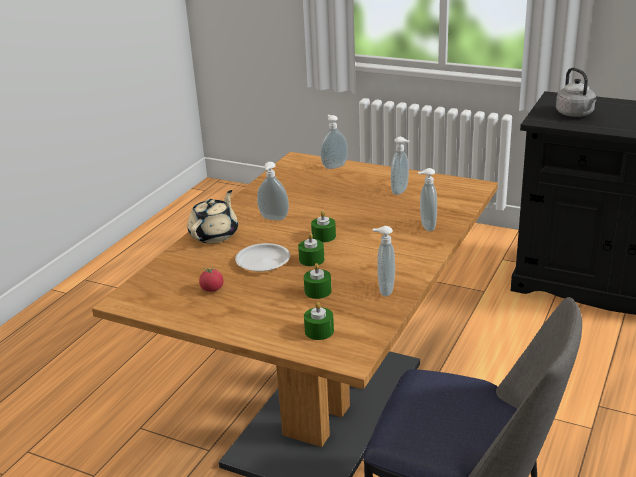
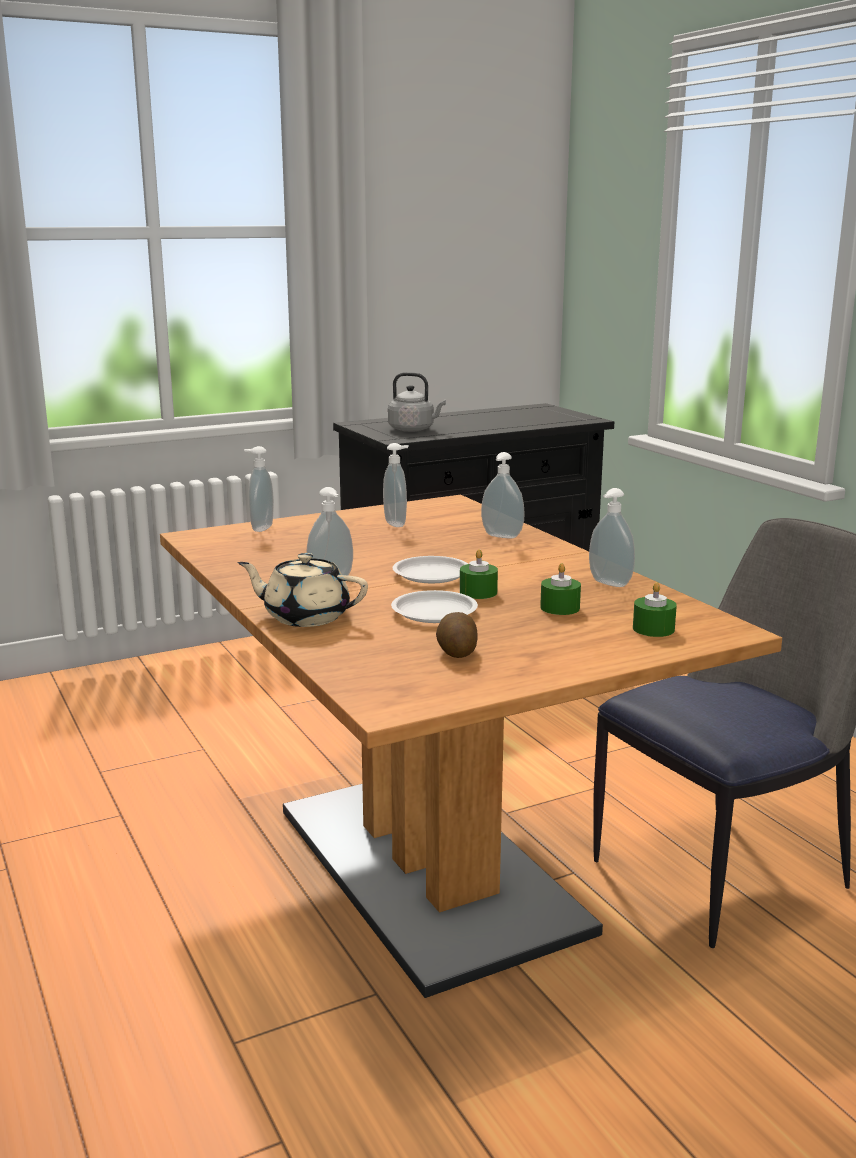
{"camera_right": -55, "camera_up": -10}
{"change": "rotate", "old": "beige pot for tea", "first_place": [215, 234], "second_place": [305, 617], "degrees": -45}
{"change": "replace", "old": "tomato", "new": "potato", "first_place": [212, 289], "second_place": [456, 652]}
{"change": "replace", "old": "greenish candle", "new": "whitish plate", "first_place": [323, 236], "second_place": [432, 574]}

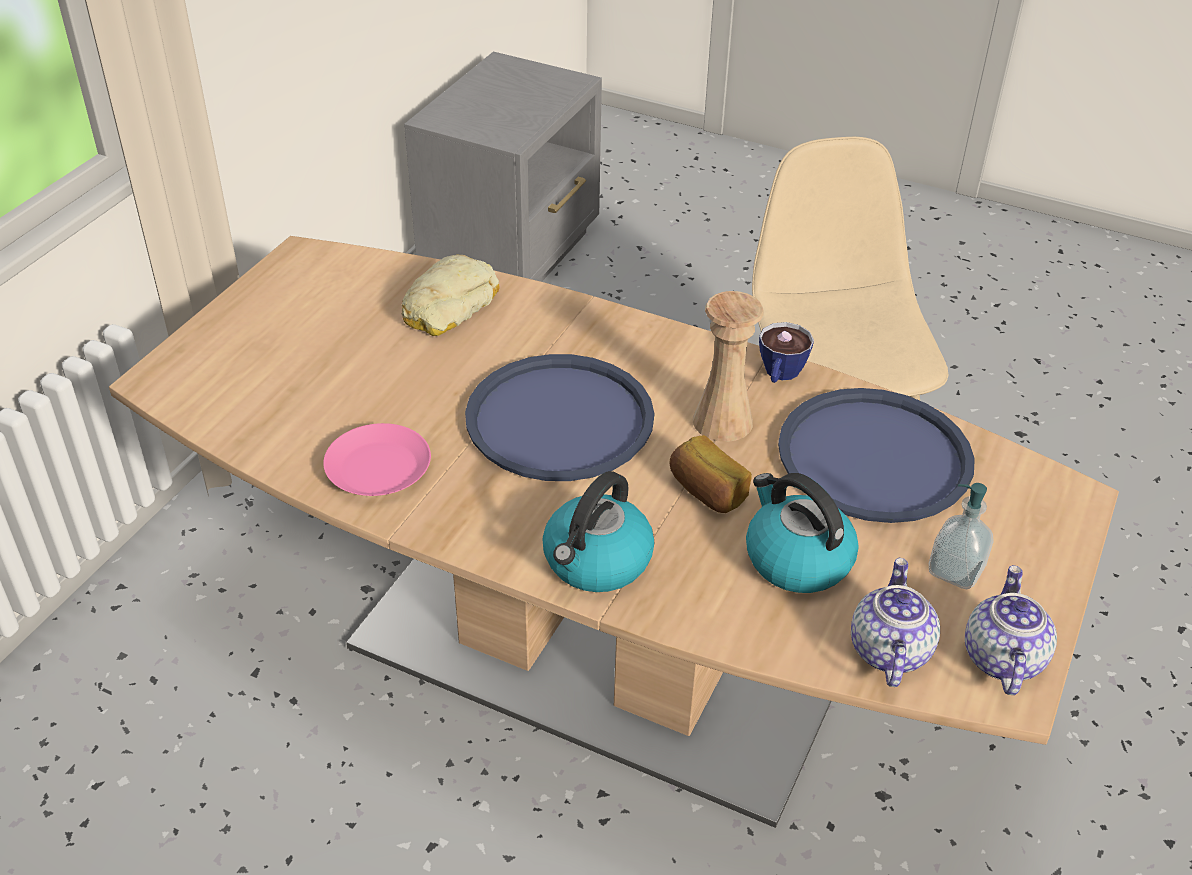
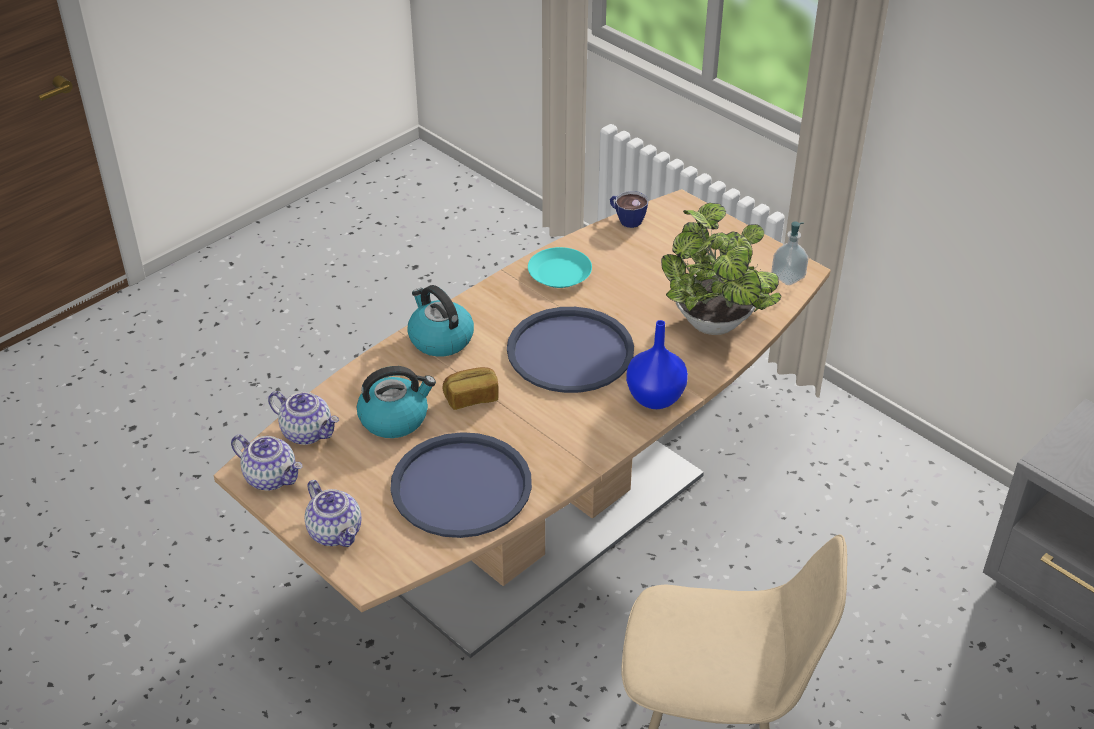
{"camera_right": 110, "camera_up": 0}
{"change": "recolor", "old": "pink-coloured plate", "new": "turquoise-coloured plate", "first_place": [377, 468], "second_place": [560, 273]}
{"change": "replace", "old": "bread", "new": "potted plant", "first_place": [448, 305], "second_place": [715, 326]}
{"change": "delete", "old": "beige vase", "first_place": [722, 421]}
{"change": "move", "old": "cup", "first_place": [780, 375], "second_place": [626, 219]}
{"change": "move", "old": "soap bottle", "first_place": [955, 571], "second_place": [788, 276]}
{"change": "insert", "new": "pot for tea", "second_place": [336, 532]}
{"change": "insert", "new": "blue-coloured vase", "second_place": [655, 397]}

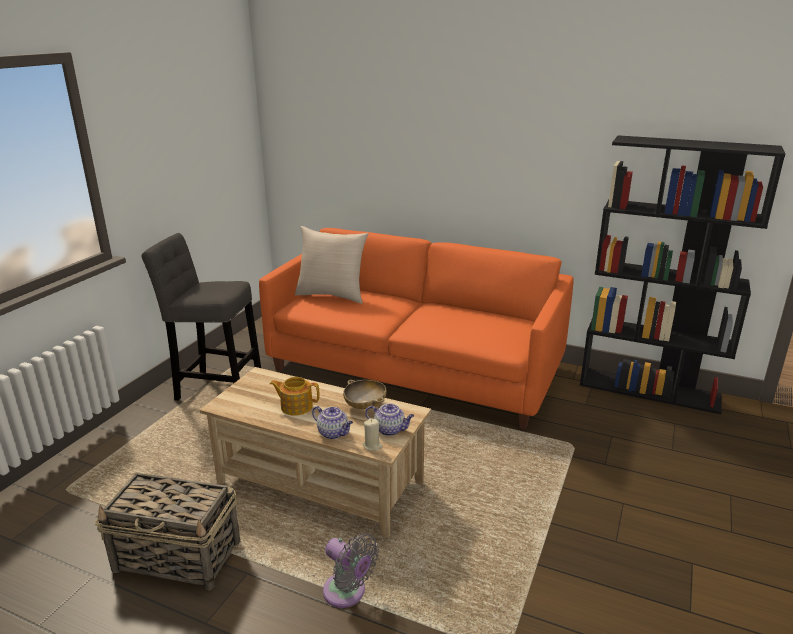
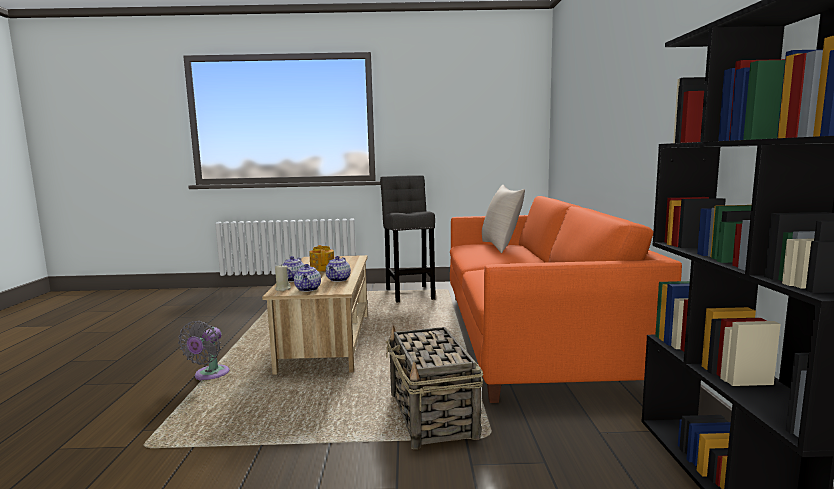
{"camera_right": 65, "camera_up": -15}
{"change": "move", "old": "household basket", "first_place": [178, 556], "second_place": [432, 416]}
{"change": "replace", "old": "beige serving bowl", "new": "pot for tea", "first_place": [365, 405], "second_place": [338, 280]}

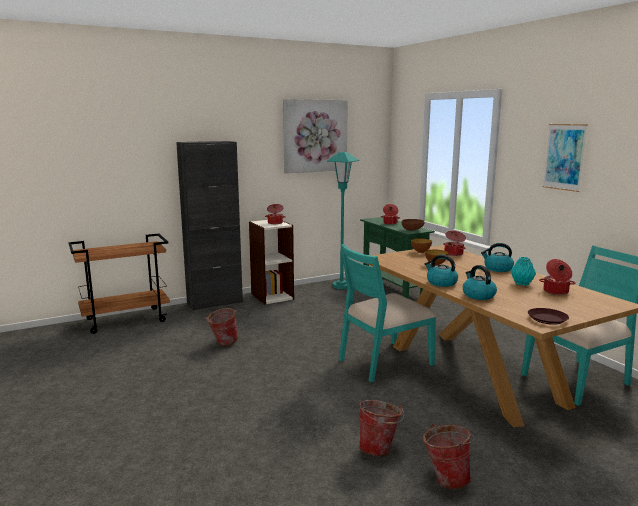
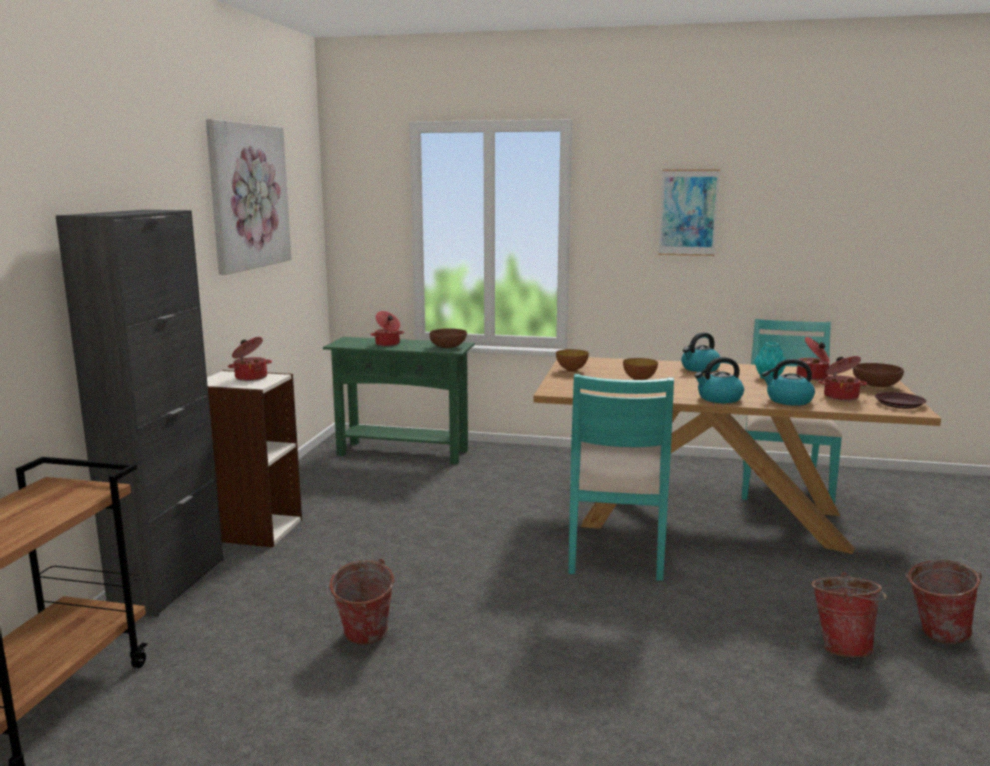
{"camera_right": -50, "camera_up": 0}
{"change": "delete", "old": "turquoise-coloured floor lamp", "first_place": [341, 286]}
{"change": "move", "old": "stockpot", "first_place": [454, 254], "second_place": [840, 396]}
{"change": "insert", "new": "brown serving bowl", "second_place": [876, 386]}

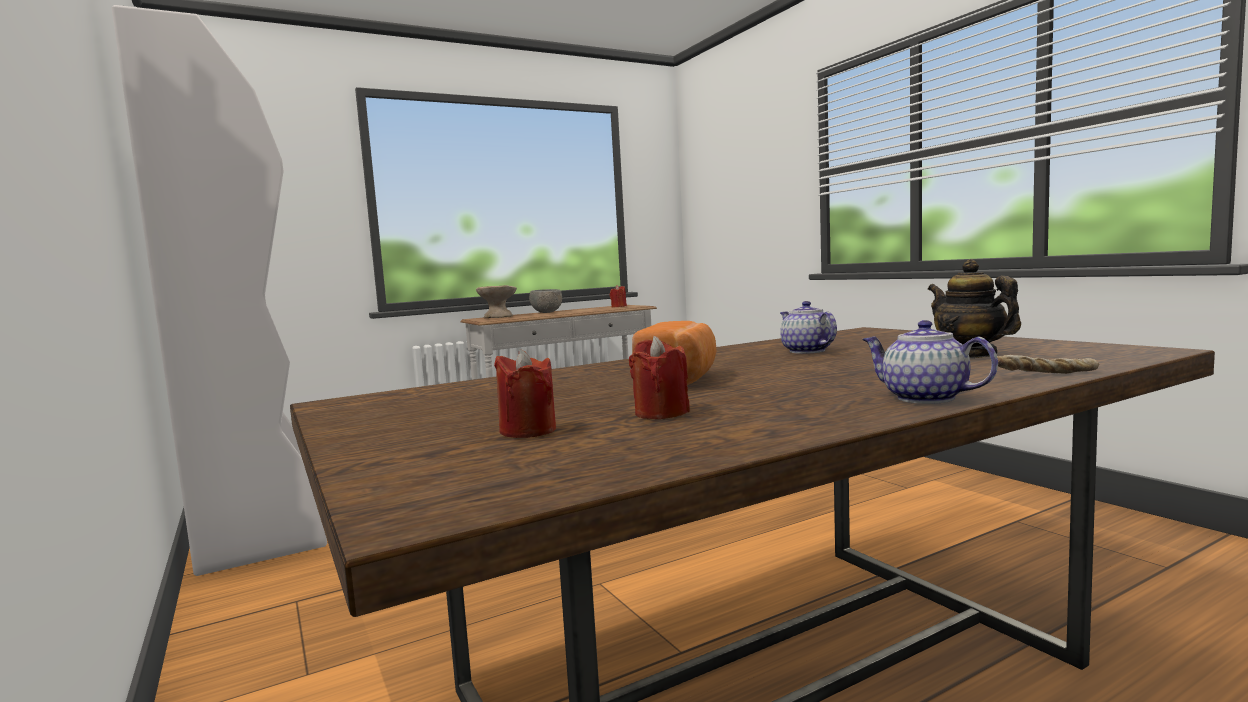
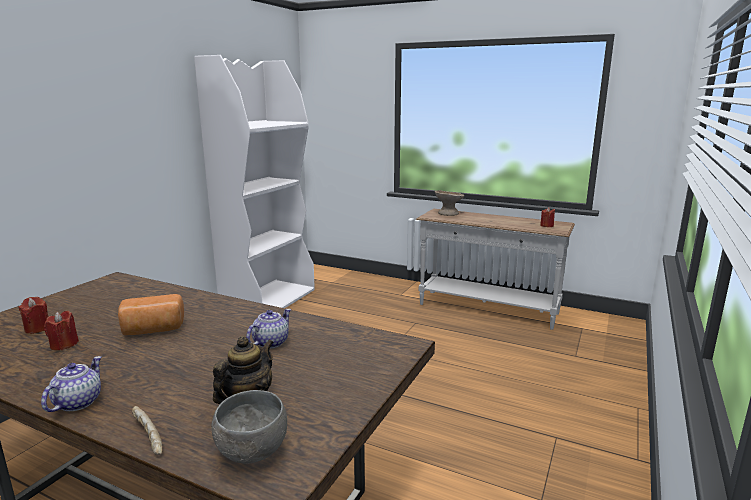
{"camera_right": 55, "camera_up": 10}
{"change": "move", "old": "greyish serving bowl", "first_place": [546, 312], "second_place": [251, 452]}

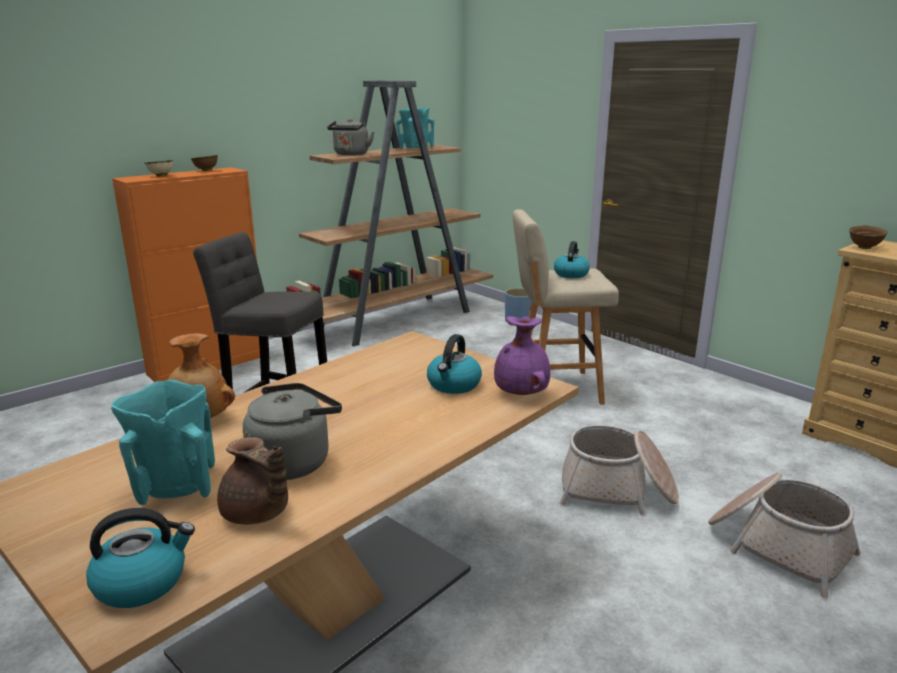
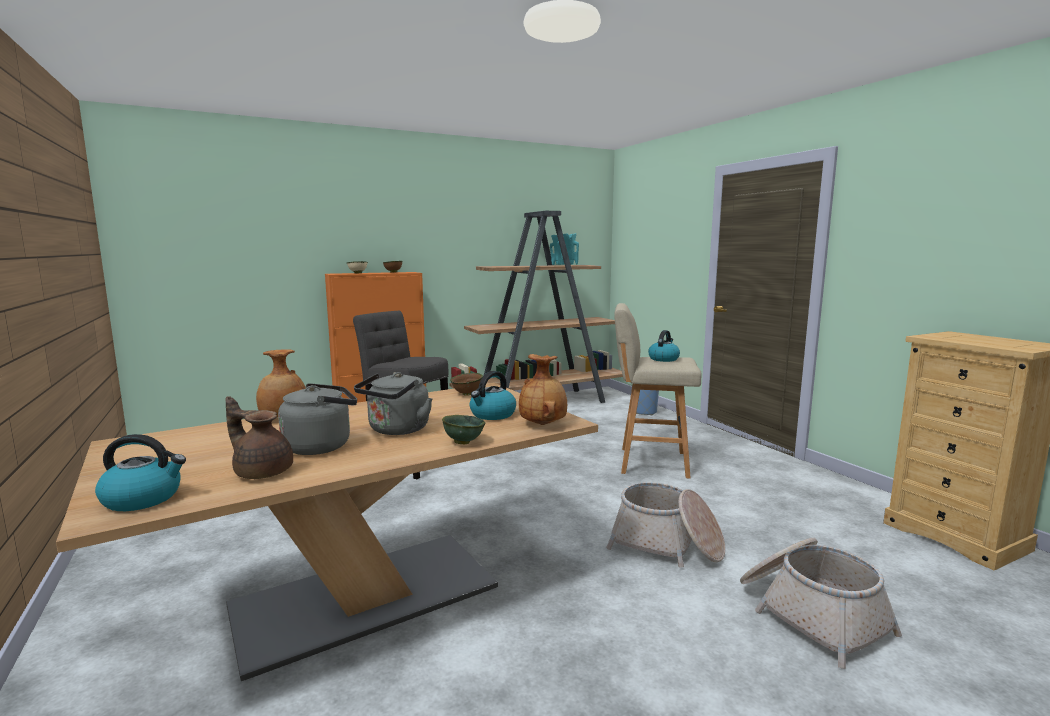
{"camera_right": 15, "camera_up": -10}
{"change": "delete", "old": "turquoise-coloured vase", "first_place": [176, 485]}
{"change": "rotate", "old": "brown pot for tea", "first_place": [257, 514], "second_place": [262, 472], "degrees": 150}
{"change": "move", "old": "greyish tea kettle", "first_place": [351, 154], "second_place": [397, 430]}
{"change": "recolor", "old": "purplish vase", "new": "brown vase", "first_place": [522, 393], "second_place": [543, 424]}
{"change": "move", "old": "brown serving bowl", "first_place": [865, 248], "second_place": [467, 394]}
{"change": "insert", "new": "greenish serving bowl", "second_place": [463, 442]}

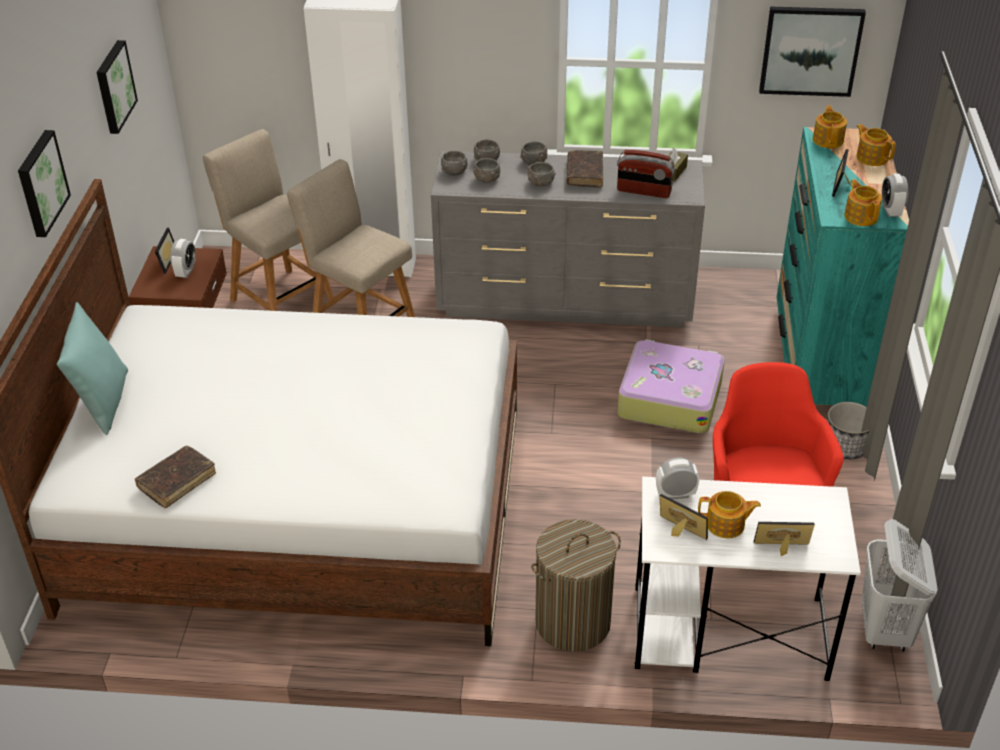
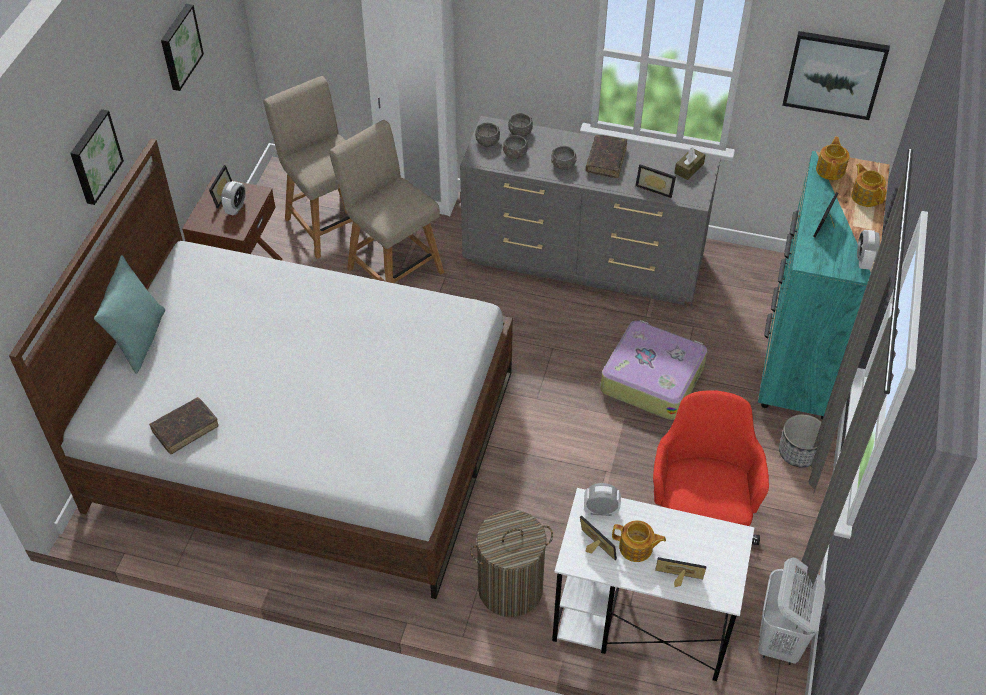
{"camera_right": 10, "camera_up": 10}
{"change": "delete", "old": "greyish serving bowl", "first_place": [534, 162]}
{"change": "replace", "old": "radio", "new": "standing frame", "first_place": [644, 191], "second_place": [655, 187]}
{"change": "delete", "old": "pot for tea", "first_place": [861, 216]}

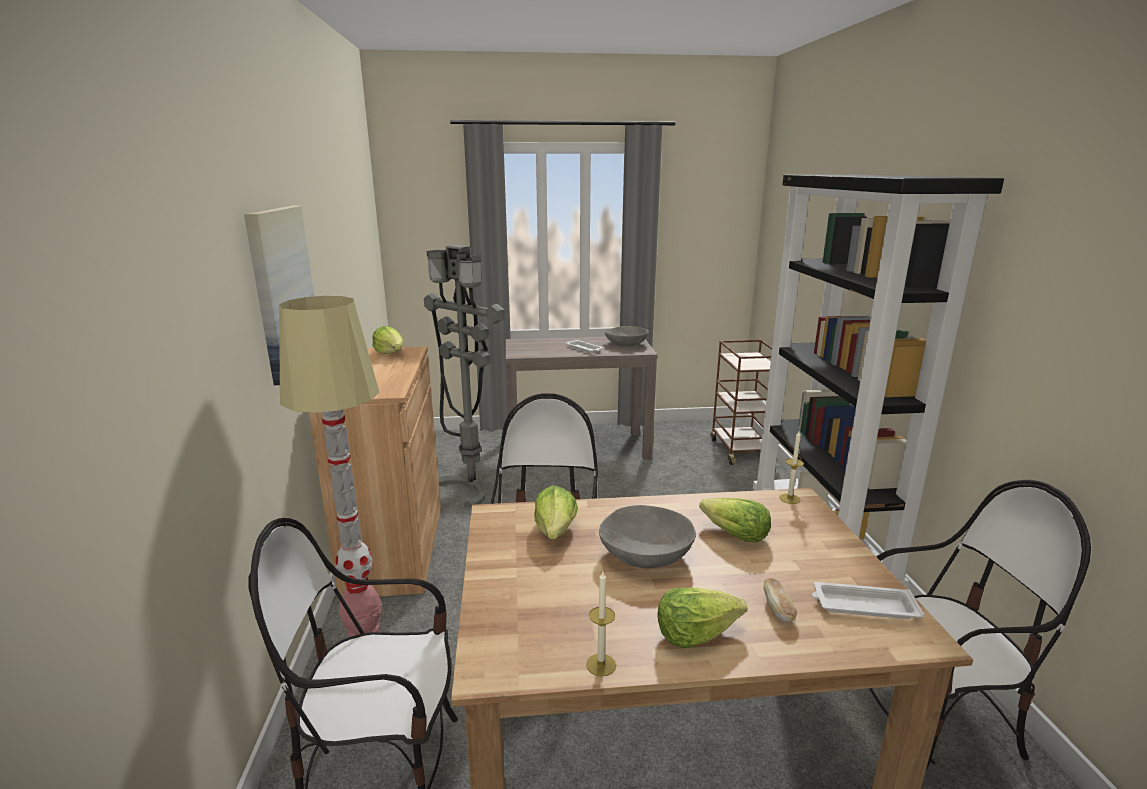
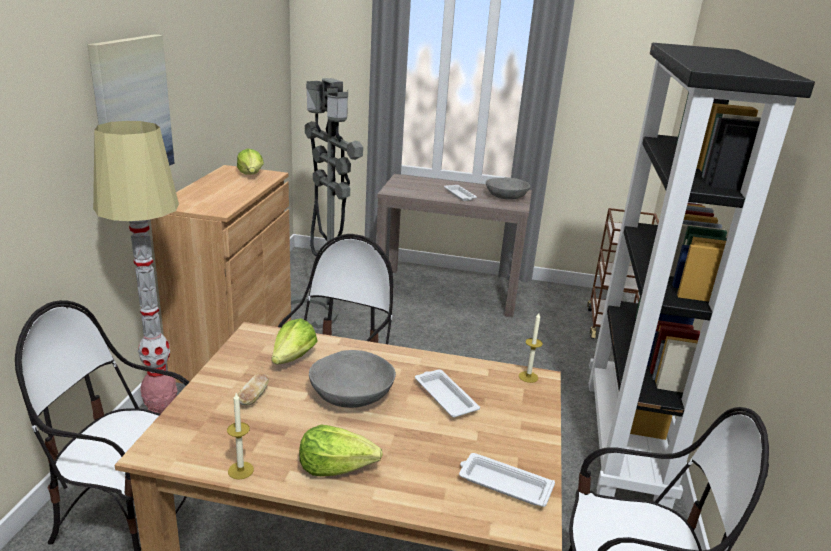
{"camera_right": 15, "camera_up": 5}
{"change": "replace", "old": "lettuce", "new": "whitish serving tray", "first_place": [734, 534], "second_place": [444, 396]}
{"change": "move", "old": "bread", "first_place": [778, 609], "second_place": [254, 397]}

